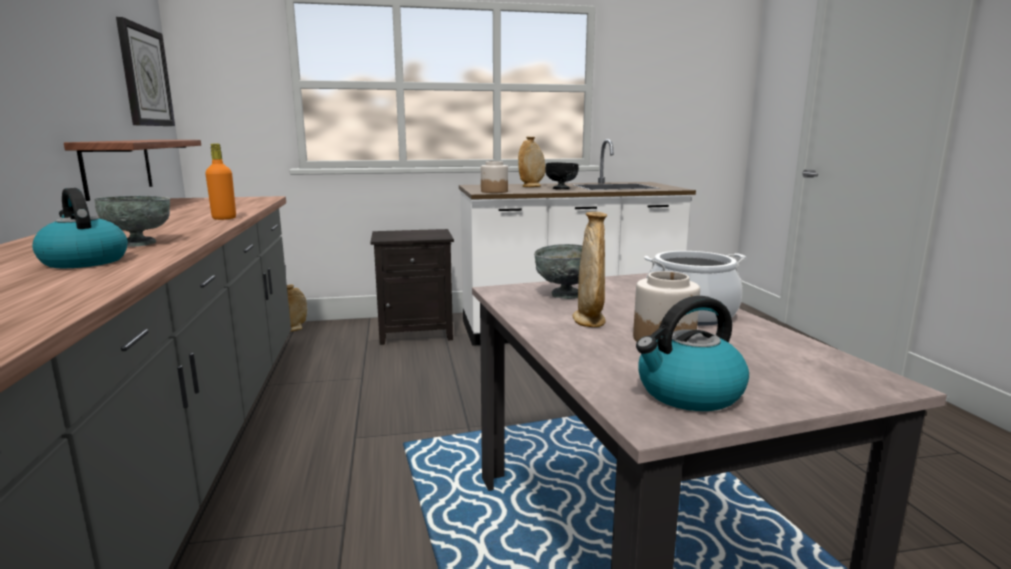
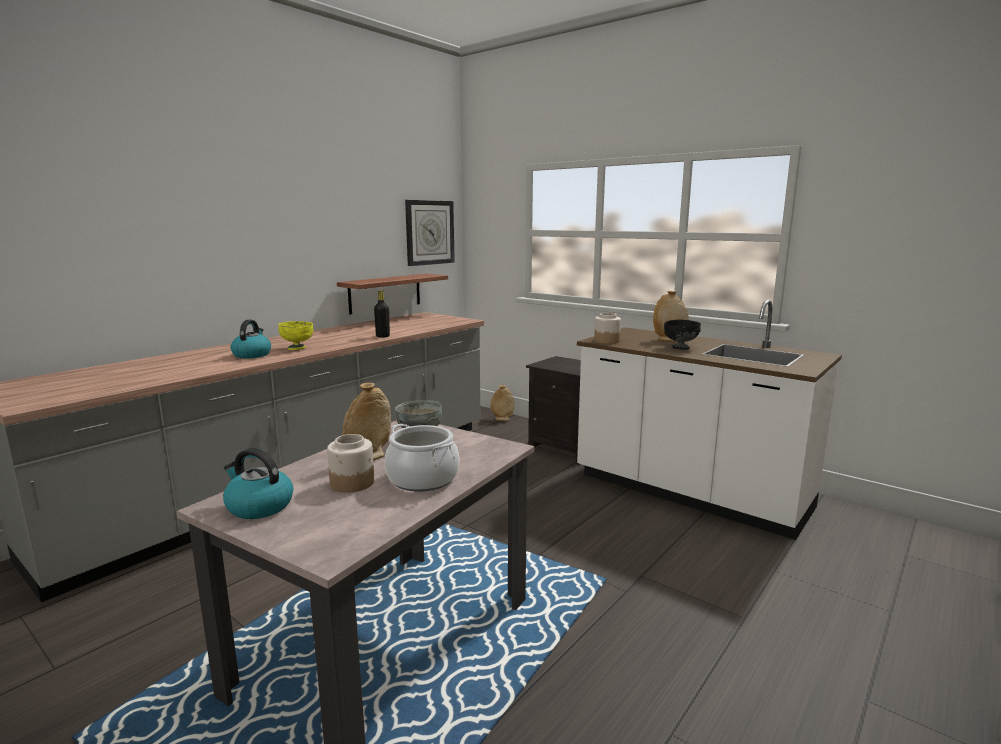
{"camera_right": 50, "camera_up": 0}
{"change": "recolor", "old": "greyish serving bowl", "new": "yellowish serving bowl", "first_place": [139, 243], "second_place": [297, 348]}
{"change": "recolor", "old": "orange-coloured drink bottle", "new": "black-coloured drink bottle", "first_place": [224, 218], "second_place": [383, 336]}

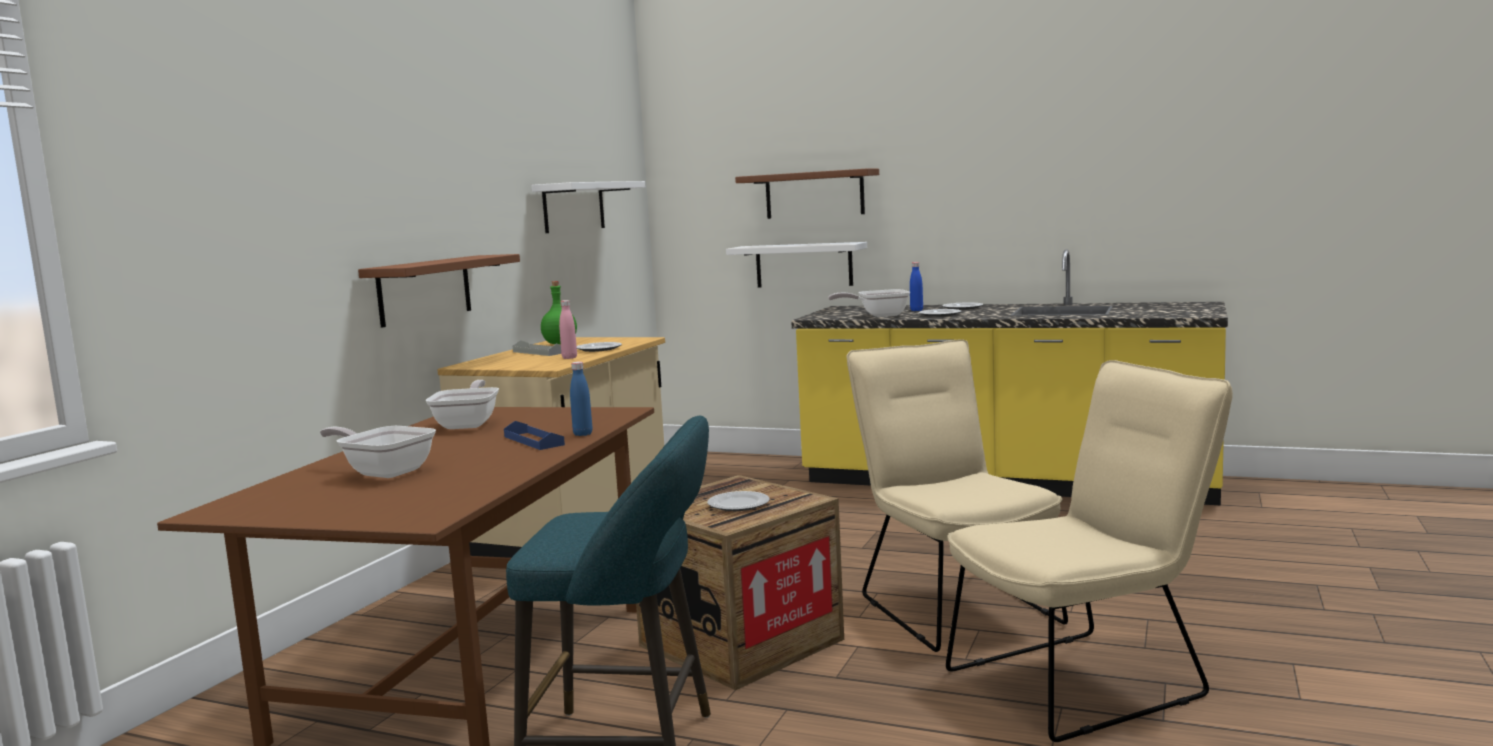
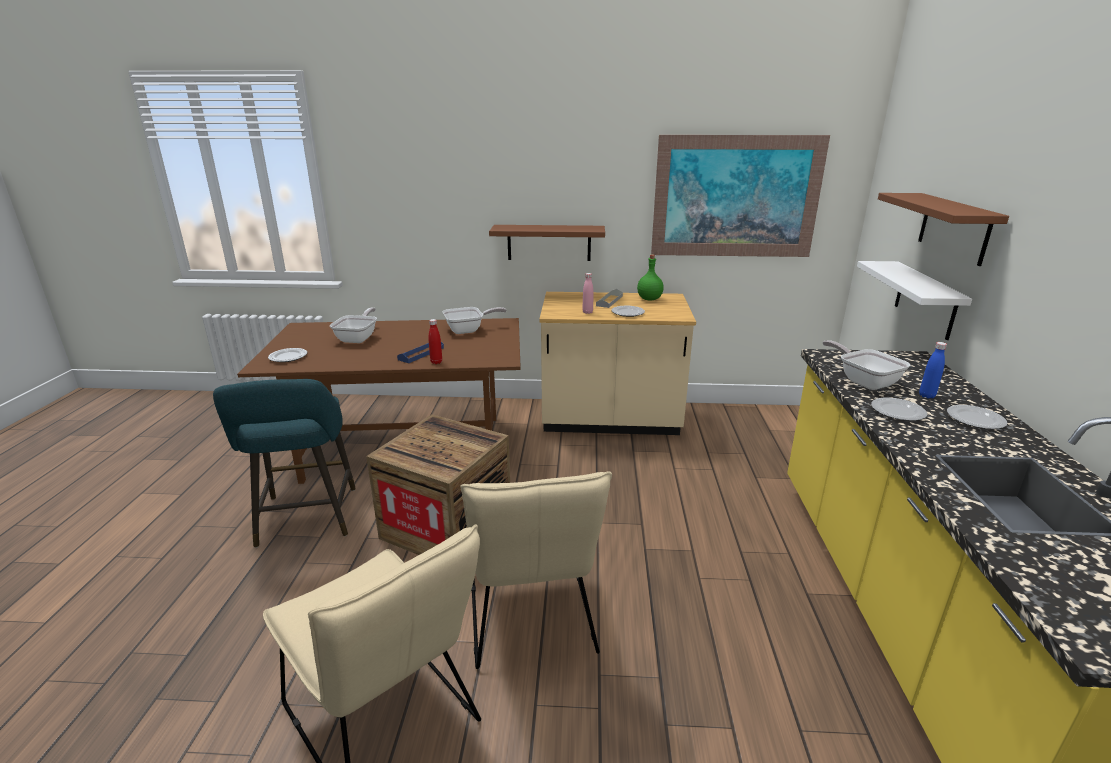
{"camera_right": 70, "camera_up": 15}
{"change": "replace", "old": "whitish wall shelf", "new": "picture", "first_place": [573, 207], "second_place": [736, 197]}
{"change": "recolor", "old": "blue-coloured drink bottle", "new": "red-coloured drink bottle", "first_place": [583, 434], "second_place": [436, 362]}
{"change": "move", "old": "plate", "first_place": [738, 505], "second_place": [288, 357]}
{"change": "rotate", "old": "beige upright chair", "first_place": [952, 605], "second_place": [531, 620], "degrees": 120}

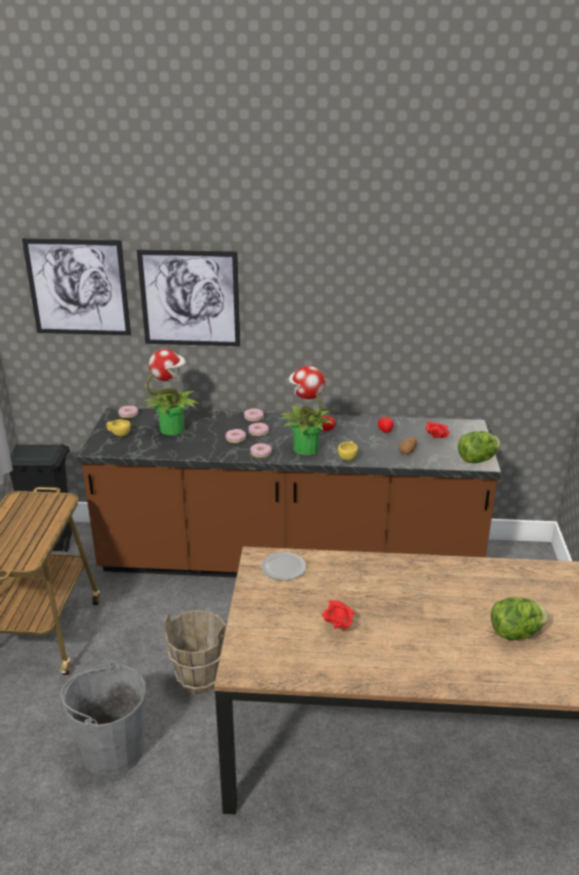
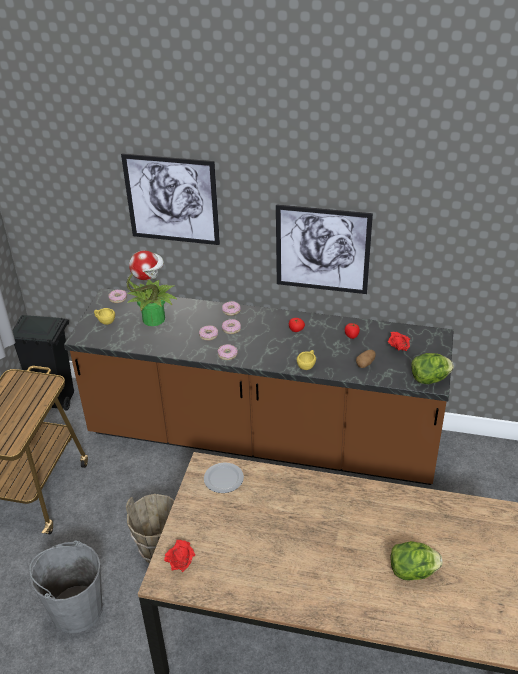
{"camera_right": 10, "camera_up": 10}
{"change": "move", "old": "picture", "first_place": [78, 287], "second_place": [322, 249]}
{"change": "delete", "old": "potted plant", "first_place": [305, 448]}
{"change": "move", "old": "red-coloured serving bowl", "first_place": [338, 625], "second_place": [181, 563]}

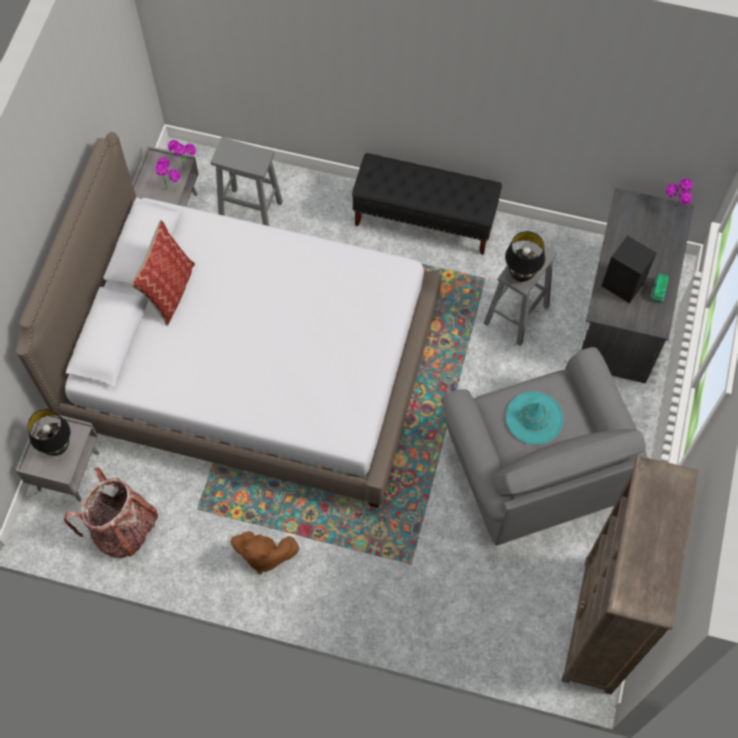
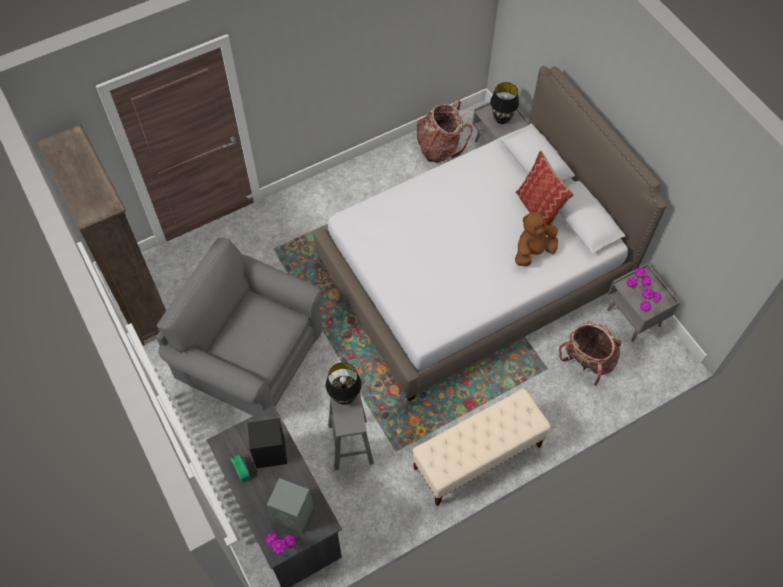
{"camera_right": 135, "camera_up": -5}
{"change": "replace", "old": "greyish stool", "new": "rucksack", "first_place": [252, 211], "second_place": [587, 361]}
{"change": "move", "old": "brown plush toy", "first_place": [263, 555], "second_place": [533, 252]}
{"change": "recolor", "old": "black-coloured indoor bench", "new": "beige indoor bench", "first_place": [425, 220], "second_place": [477, 457]}
{"change": "delete", "old": "turquoise-coloured clothing hat", "first_place": [534, 418]}
{"change": "insert", "new": "greyish audio speaker", "second_place": [294, 514]}

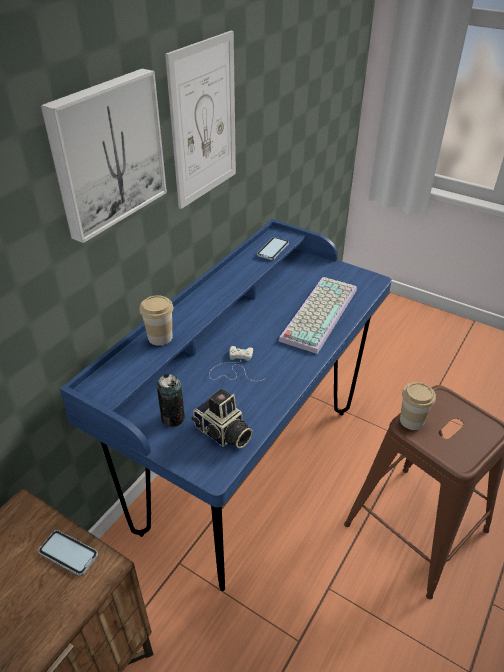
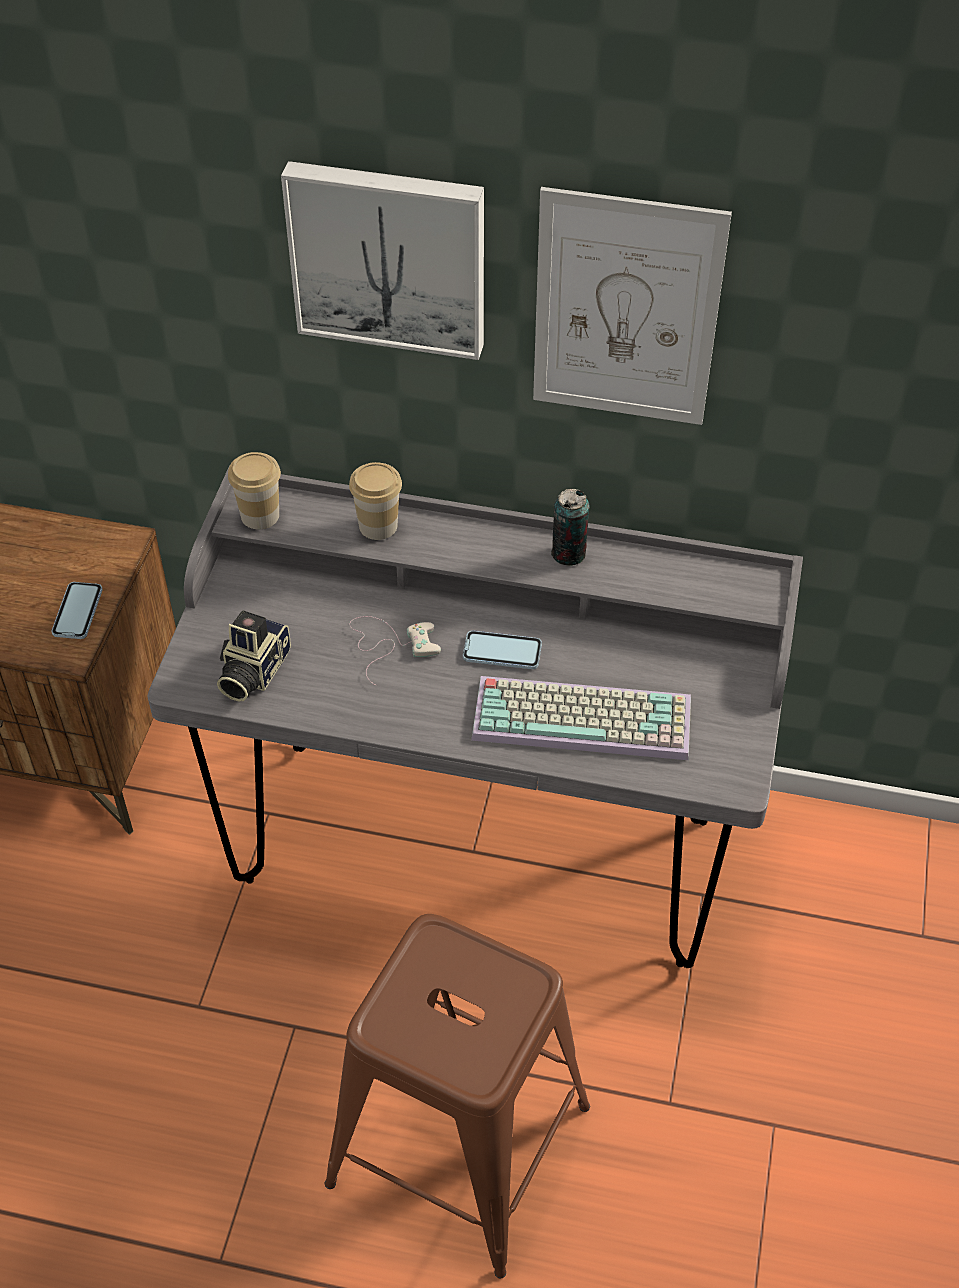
{"camera_right": 70, "camera_up": 10}
{"change": "recolor", "old": "blue-coloured desk table", "new": "greyish desk table", "first_place": [249, 467], "second_place": [480, 848]}
{"change": "move", "old": "can", "first_place": [173, 418], "second_place": [568, 553]}
{"change": "move", "old": "telephone", "first_place": [273, 249], "second_place": [502, 652]}
{"change": "move", "old": "cup", "first_place": [411, 421], "second_place": [260, 515]}

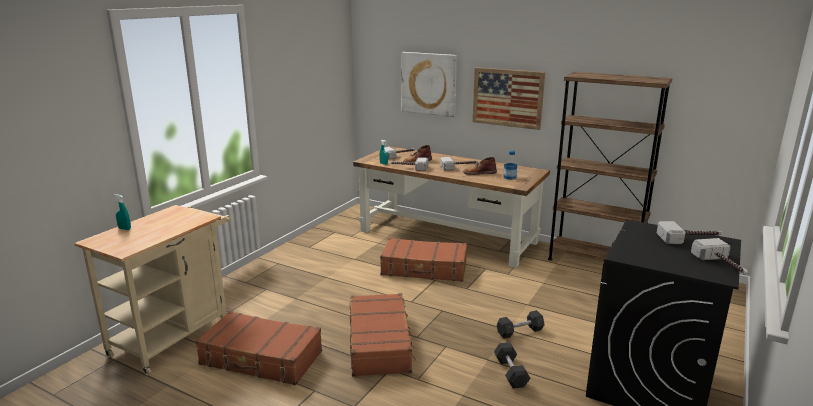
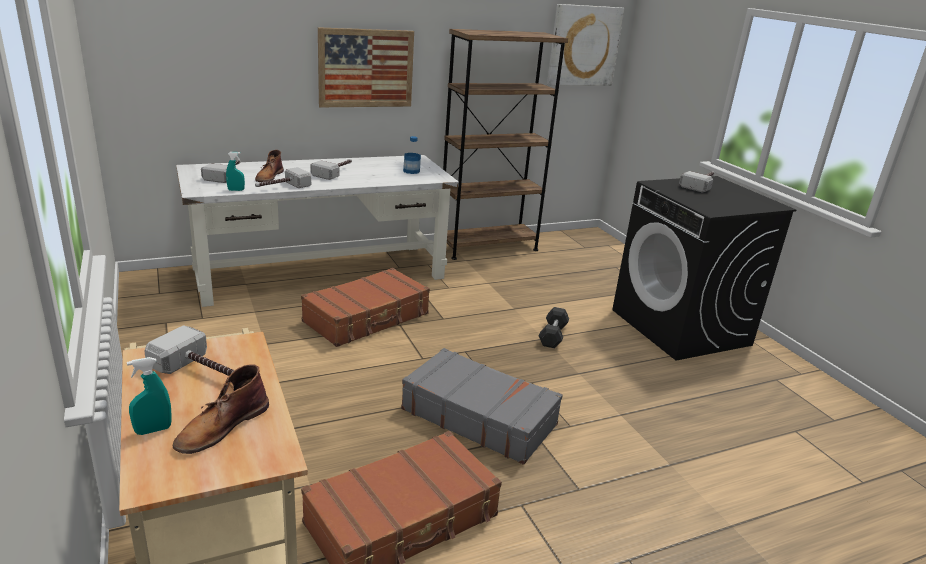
{"camera_right": -55, "camera_up": 5}
{"change": "recolor", "old": "brown piece of luggage", "new": "greyish piece of luggage", "first_place": [380, 343], "second_place": [479, 416]}
{"change": "recolor", "old": "brown desk table", "new": "whitish desk table", "first_place": [448, 236], "second_place": [322, 272]}
{"change": "move", "old": "picture", "first_place": [429, 84], "second_place": [584, 46]}
{"change": "move", "old": "brown high-top boot", "first_place": [479, 173], "second_place": [221, 426]}
{"change": "delete", "old": "greyish free weight", "first_place": [510, 372]}
{"change": "move", "old": "hammer", "first_place": [723, 266], "second_place": [204, 372]}

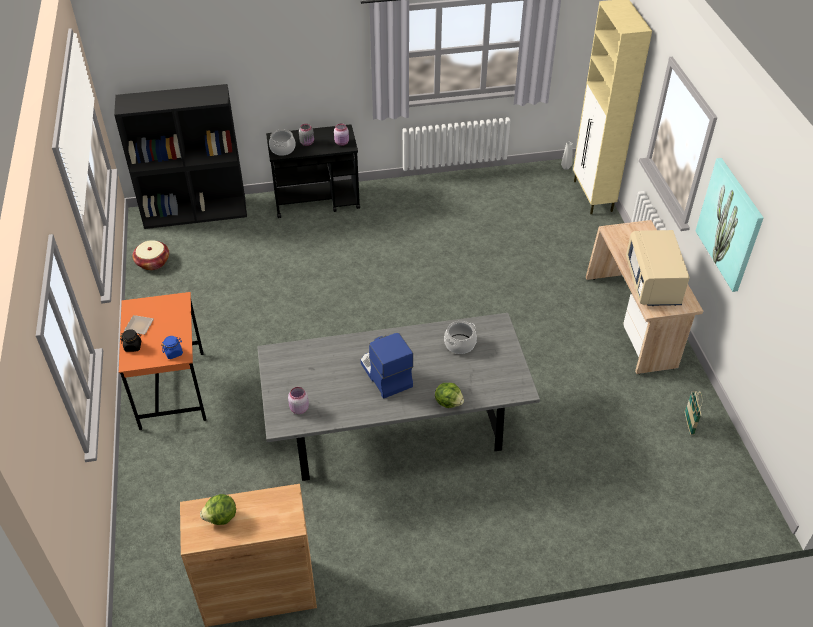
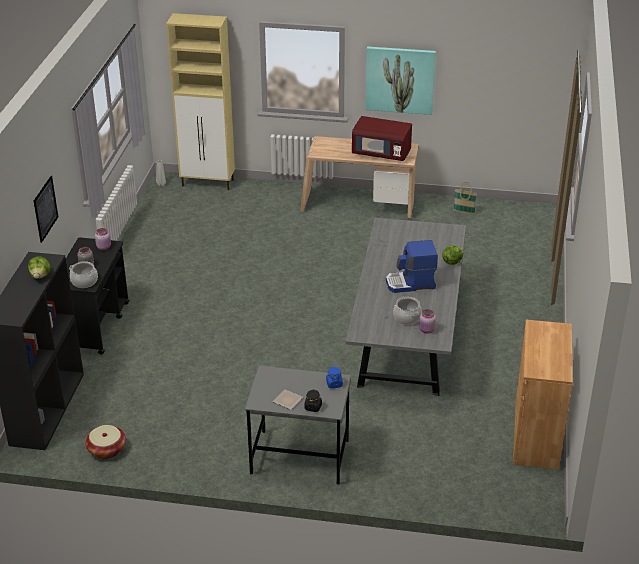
{"camera_right": -70, "camera_up": -10}
{"change": "recolor", "old": "orange-coloured desk table", "new": "greyish desk table", "first_place": [172, 390], "second_place": [299, 457]}
{"change": "move", "old": "lettuce", "first_place": [221, 518], "second_place": [40, 276]}
{"change": "move", "old": "stockpot", "first_place": [459, 344], "second_place": [407, 318]}
{"change": "recolor", "old": "beige microwave", "new": "red-coloured microwave", "first_place": [653, 283], "second_place": [381, 153]}
{"change": "insert", "new": "picture", "second_place": [45, 209]}

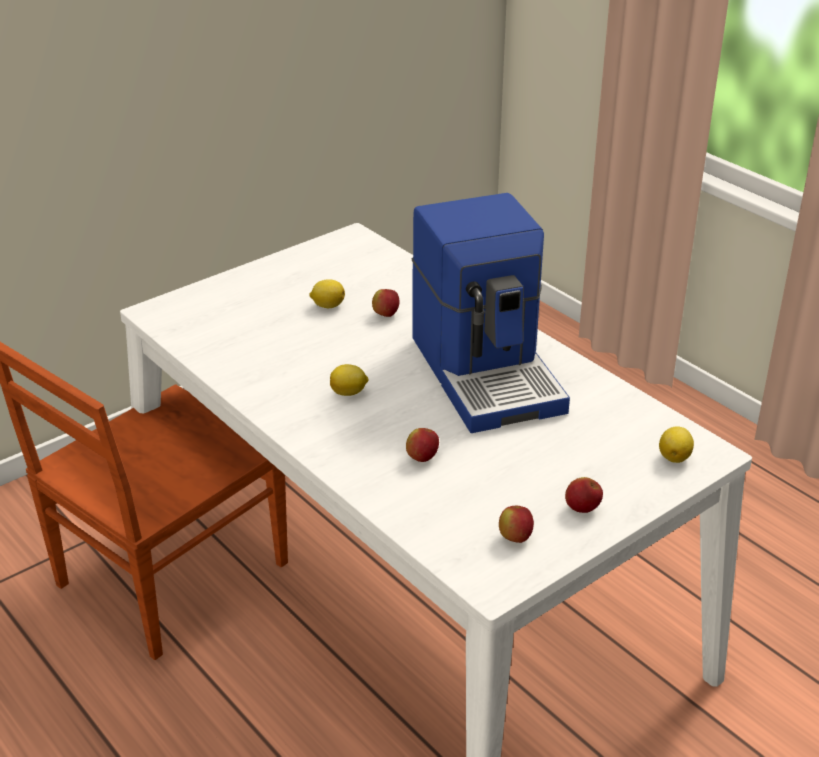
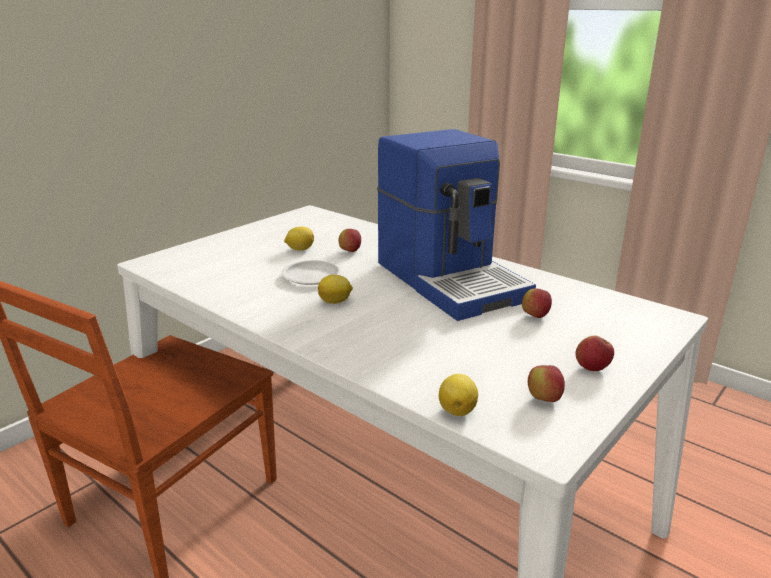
{"camera_right": -10, "camera_up": -10}
{"change": "move", "old": "apple", "first_place": [422, 457], "second_place": [535, 316]}
{"change": "move", "old": "citrus fruit", "first_place": [675, 457], "second_place": [457, 410]}
{"change": "insert", "new": "whitish plate", "second_place": [312, 276]}

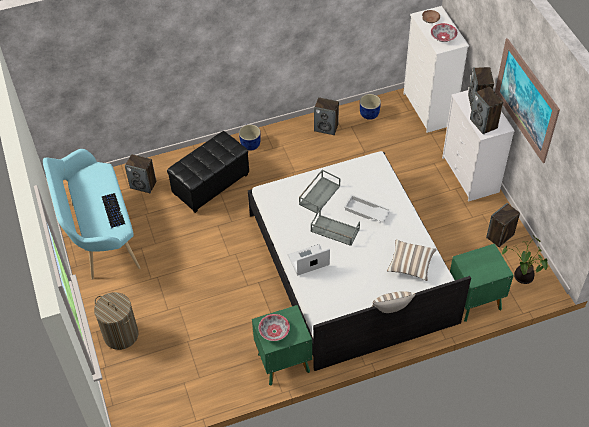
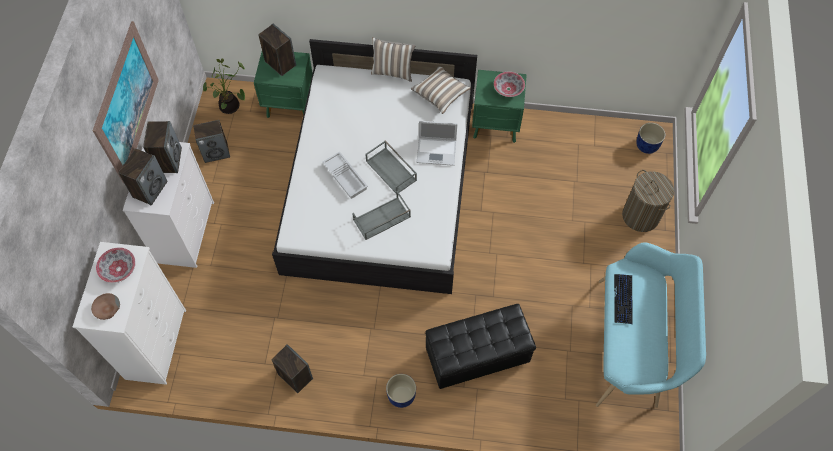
{"camera_right": -155, "camera_up": 10}
{"change": "move", "old": "audio speaker", "first_place": [143, 185], "second_place": [280, 63]}
{"change": "move", "old": "blue-coloured plant pot", "first_place": [369, 114], "second_place": [647, 146]}
{"change": "move", "old": "cushion", "first_place": [410, 264], "second_place": [440, 94]}

